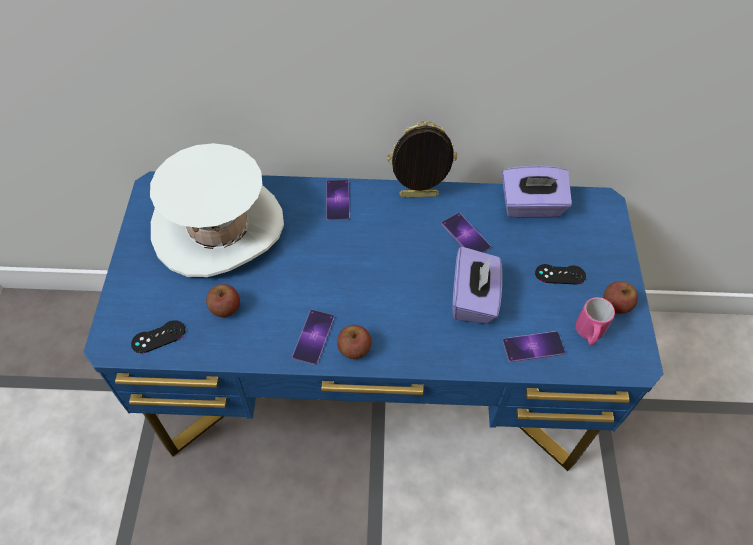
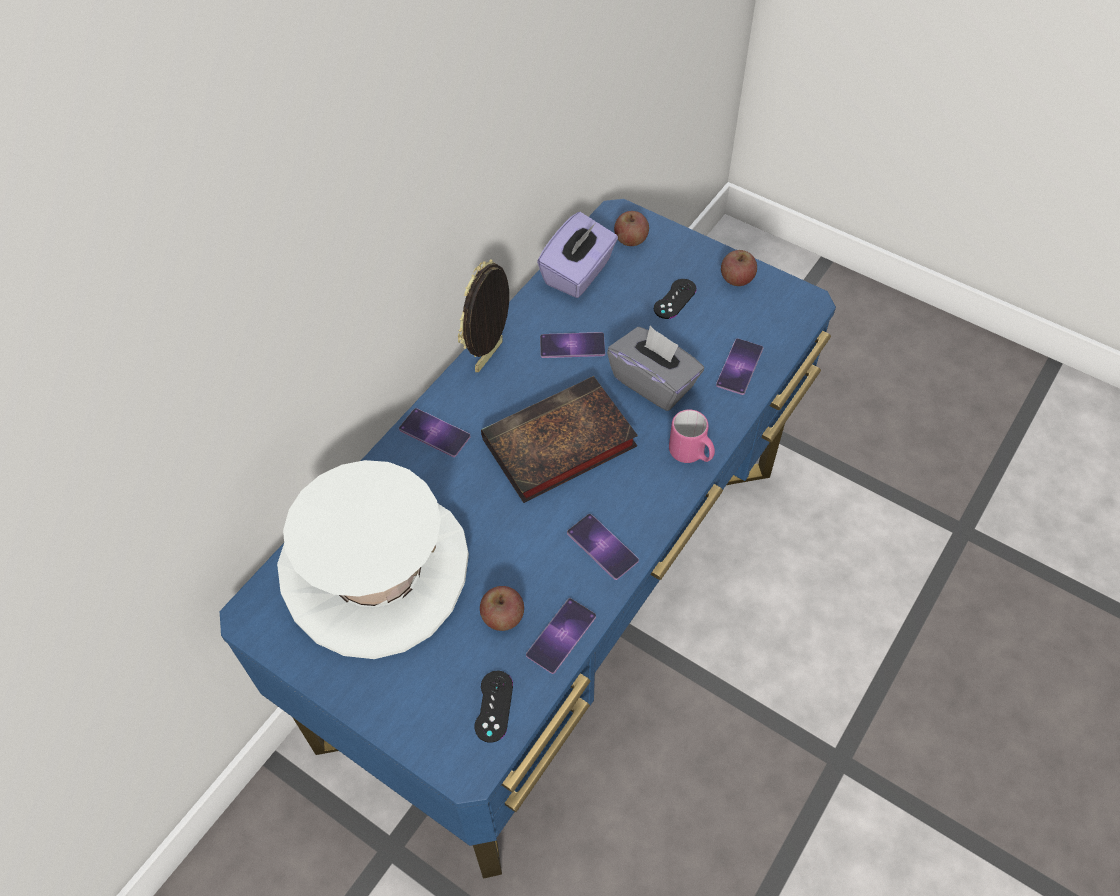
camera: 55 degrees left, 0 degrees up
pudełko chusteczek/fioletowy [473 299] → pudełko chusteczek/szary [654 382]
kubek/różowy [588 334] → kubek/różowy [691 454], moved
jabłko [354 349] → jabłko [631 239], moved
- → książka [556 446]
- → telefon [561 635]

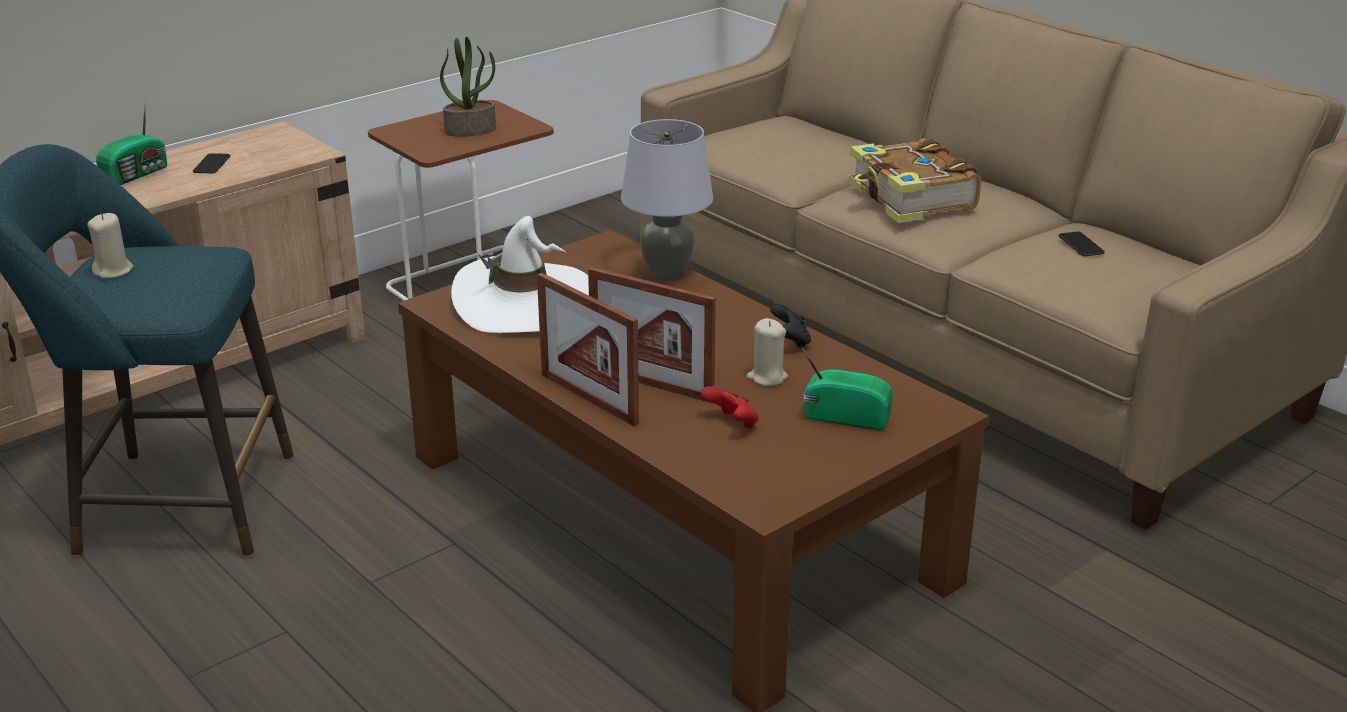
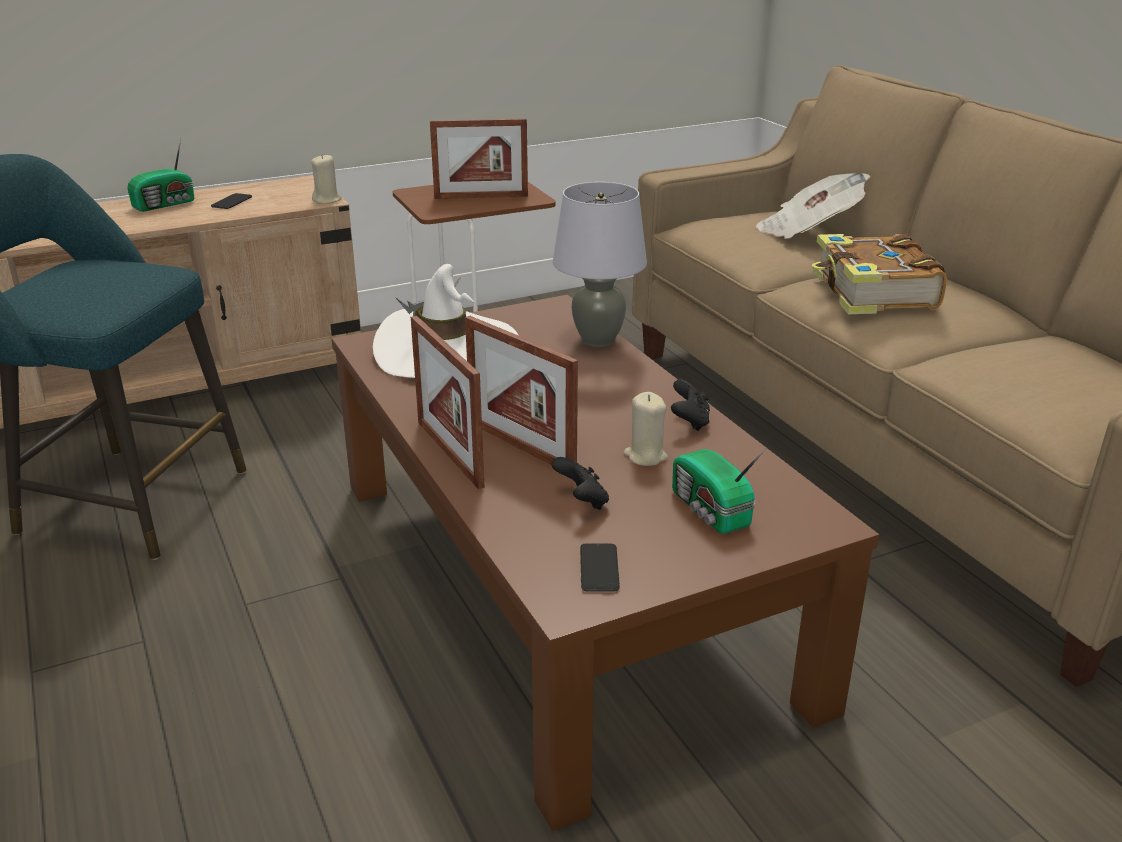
camera: 15 degrees right, 0 degrees up
roślina doniczkowa [471 130] → ramka na zdjęcie [481 197]
świeca/beżowy [113 271] → świeca/beżowy [327 200], moved
telefon [1081 245] → telefon [599 568], moved
radio [844 416] → radio [710 511], 150 degrees counterclockwise
pad do gier/czerwony [732 424] → pad do gier/czarny [582 501]
- → gazeta [808 231]

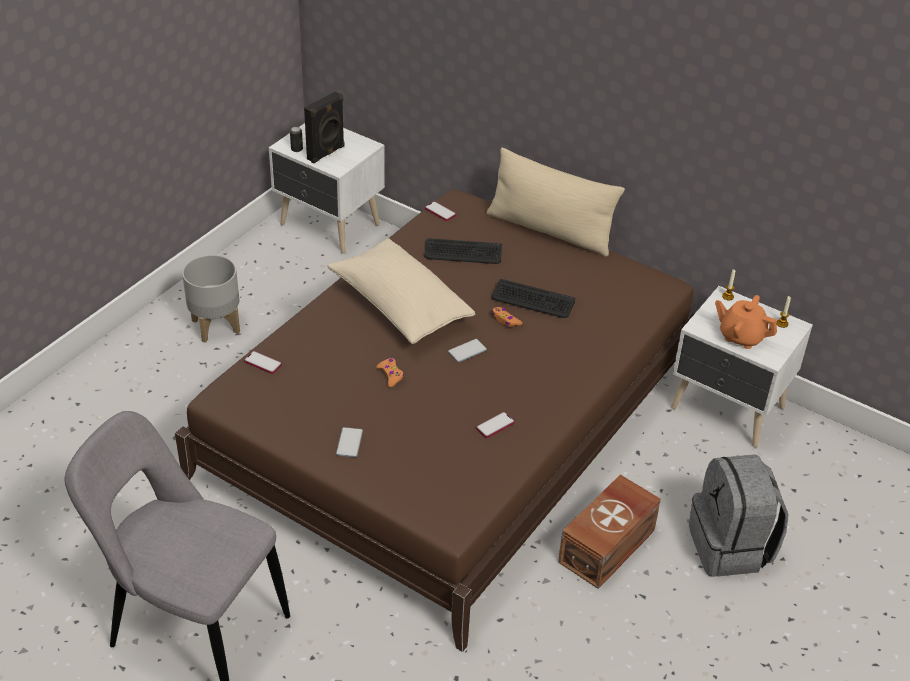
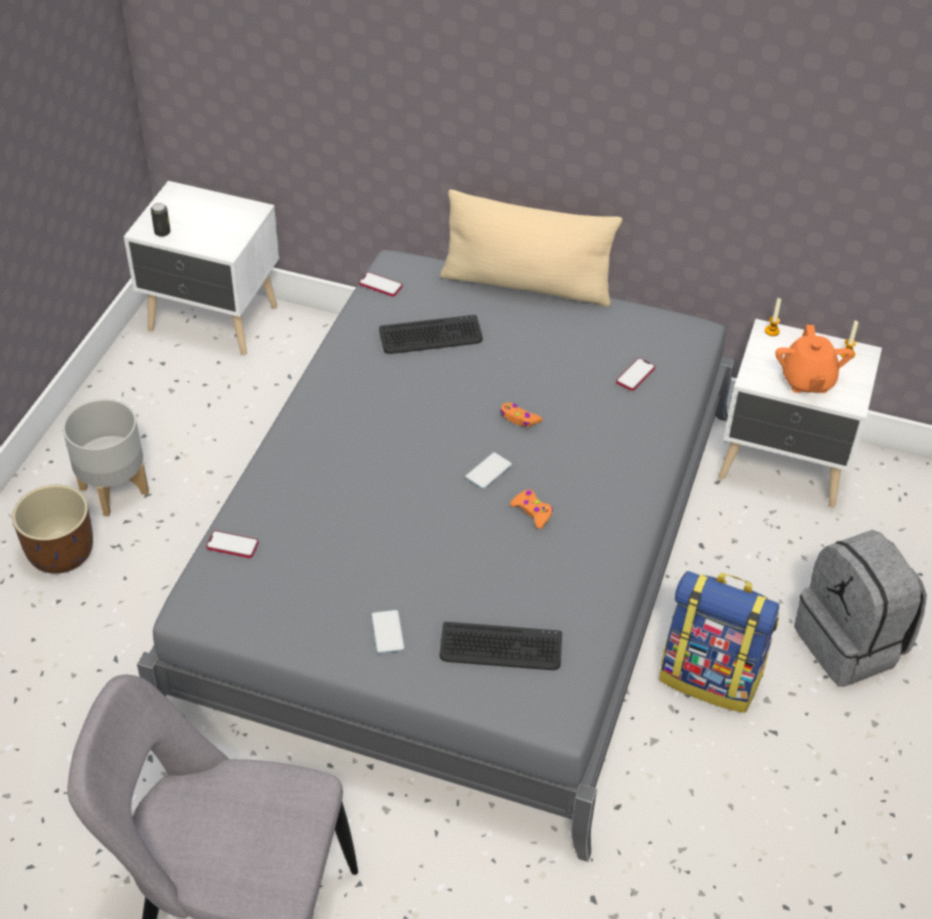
camera: 15 degrees left, 5 degrees up
głośnik/czarny [326 153] → -
łóżko/brązowy [451 421] → łóżko/szary [463 555]
poduszka/beżowy [399 306] → -
klawiatura [532 300] → klawiatura [500 648], moved
imbryk/pomarańczowy [741 336] → imbryk/pomarańczowy [807 381], 105 degrees counterclockwise
pad do gier/pomarańczowy [391 375] → pad do gier/pomarańczowy [532 512], moved
telefon [495 425] → telefon [635 375], moved
pojemnik do przechowywania/brązowy [608 546] → plecak [711 676]
- → donica/brązowy [62 552]

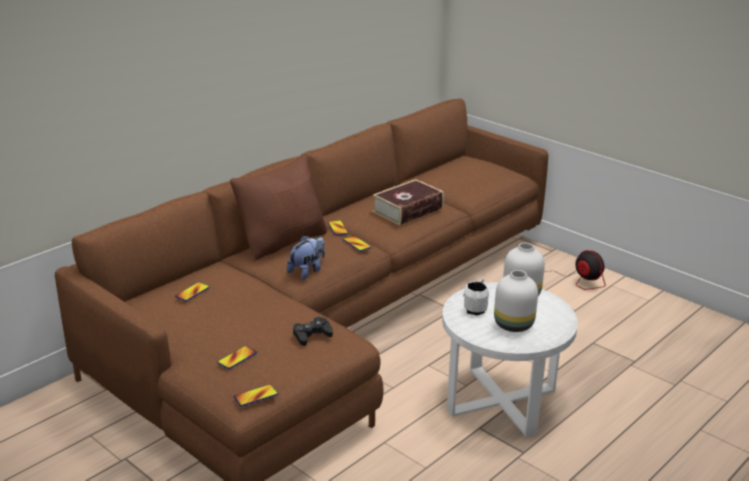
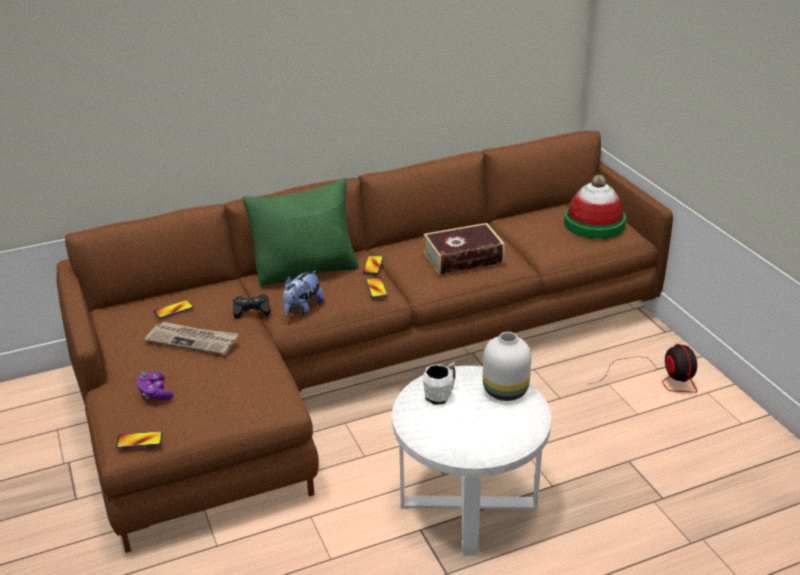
camera: 25 degrees right, 5 degrees up
poduszka/brązowy [283 242] → poduszka/zielony [306 270]
pluszak [307 271] → pluszak [303 309], 150 degrees clockwise
wazon/biały [514 325] → -
pad do gier/czarny [312 335] → pad do gier/czarny [251 310], moved
telefon [237 358] → pad do gier/fioletowy [155 393]
- → kapelusz [594 224]
- → gazeta [193 340]

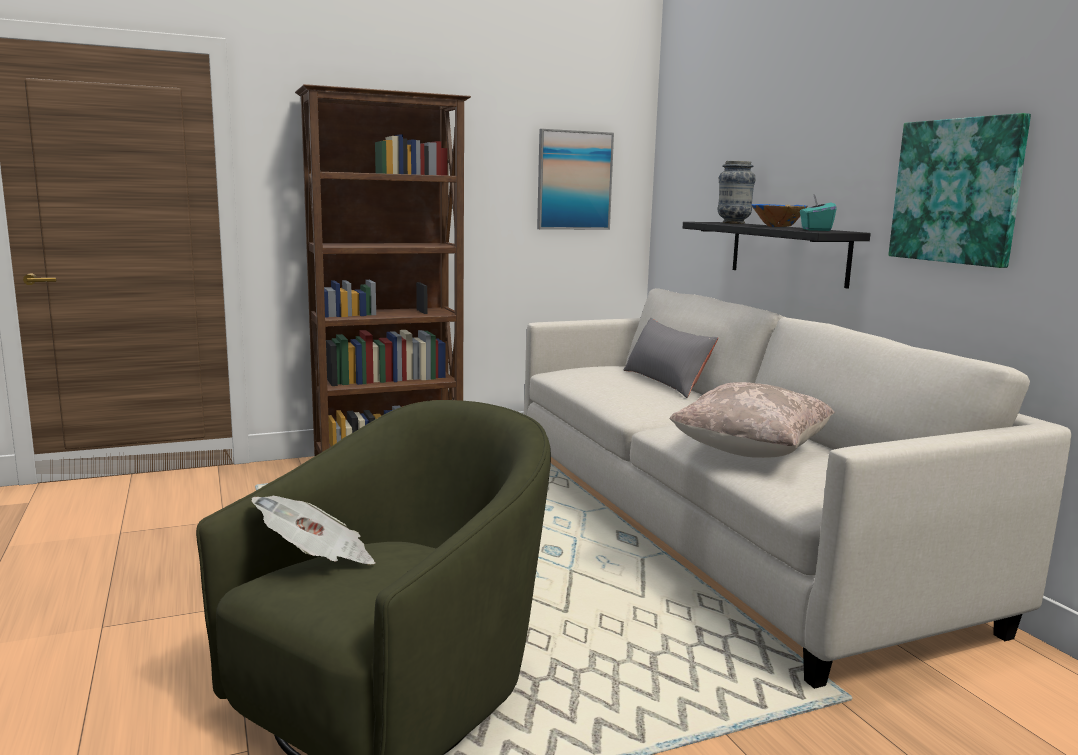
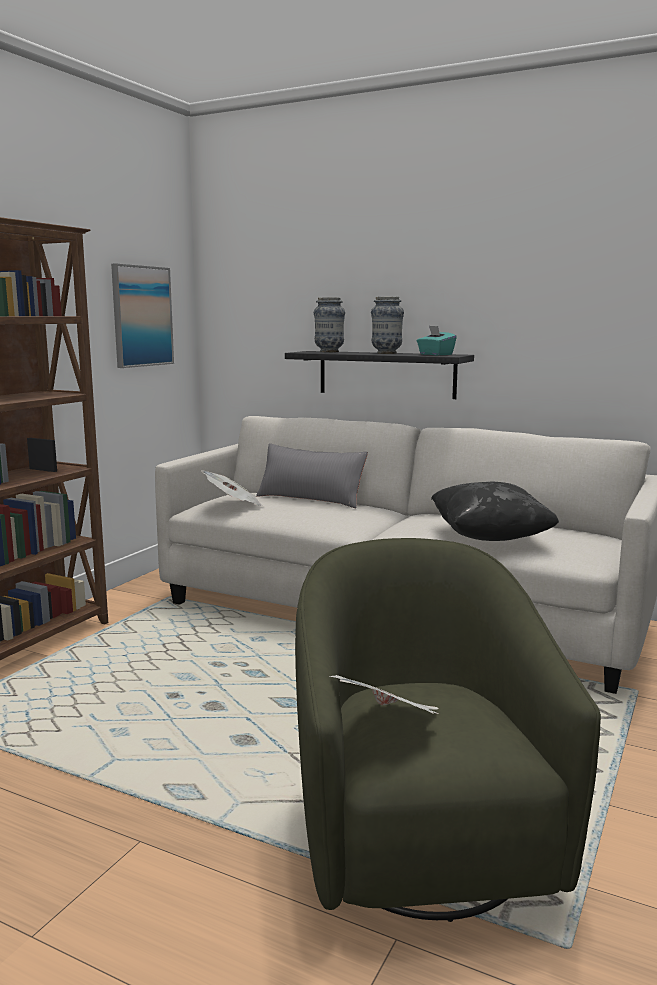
camera: 40 degrees left, 0 degrees up
obraz [957 191] → -
miska/niebieski [777 226] → wazon [386 353]
poduszka/beżowy [750 451] → poduszka/czarny [490 537]
- → gazeta [233 504]

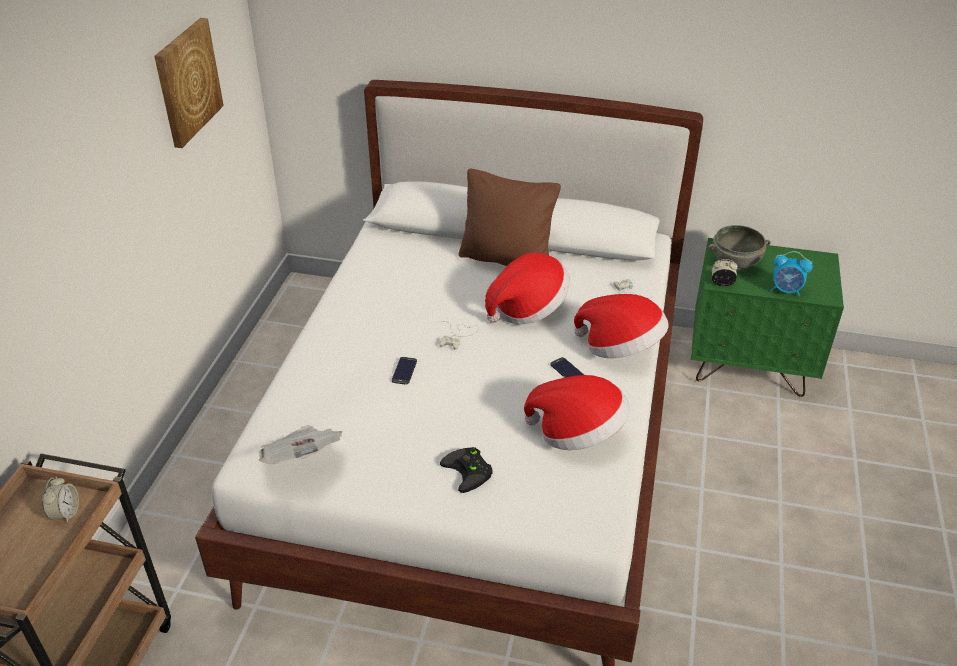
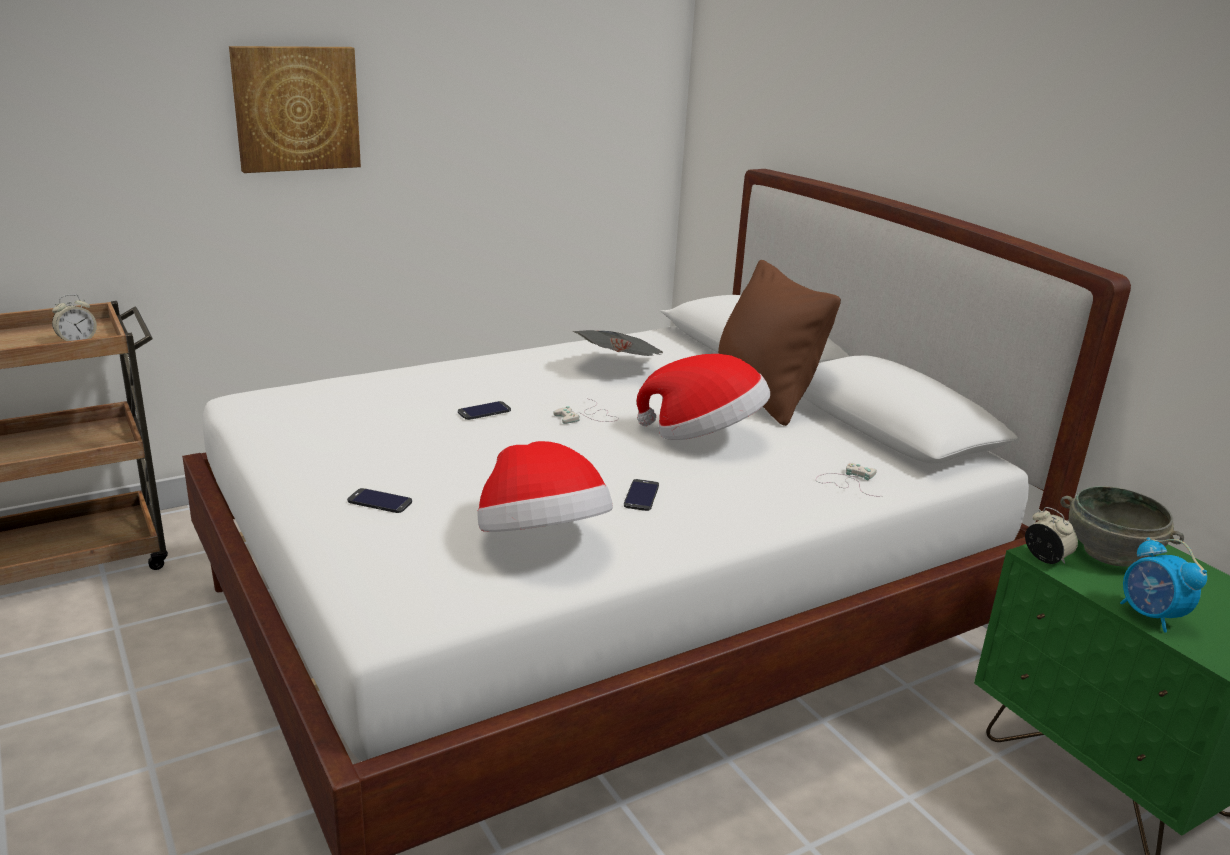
camera: 45 degrees right, 15 degrees down
obraz [187 82] → obraz [296 108], moved
kapelusz [620 348] → -
gazeta [302 459] → gazeta [619 367], moved
pad do gier/czarny [470 472] → telefon [379 501]

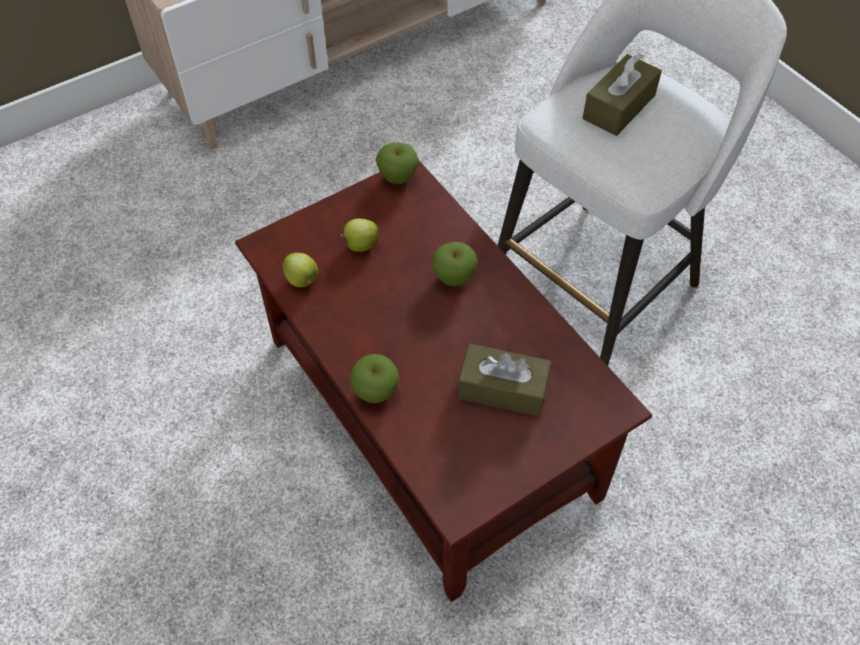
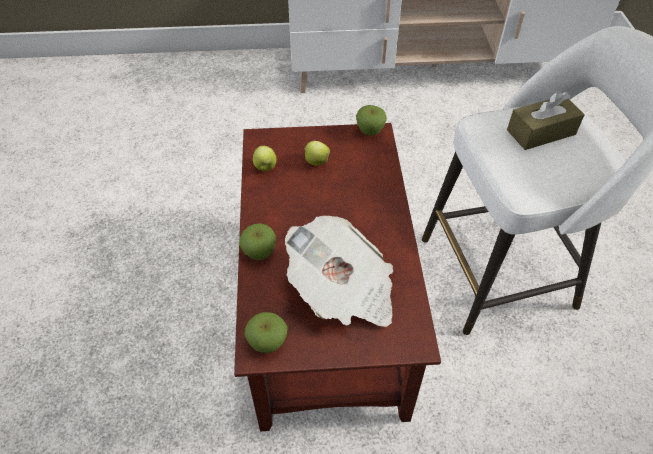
camera: 30 degrees right, 5 degrees down
jabłko [453 278] → jabłko [268 343], moved
pudełko chusteczek/brązowy [502 389] → gazeta [343 291]

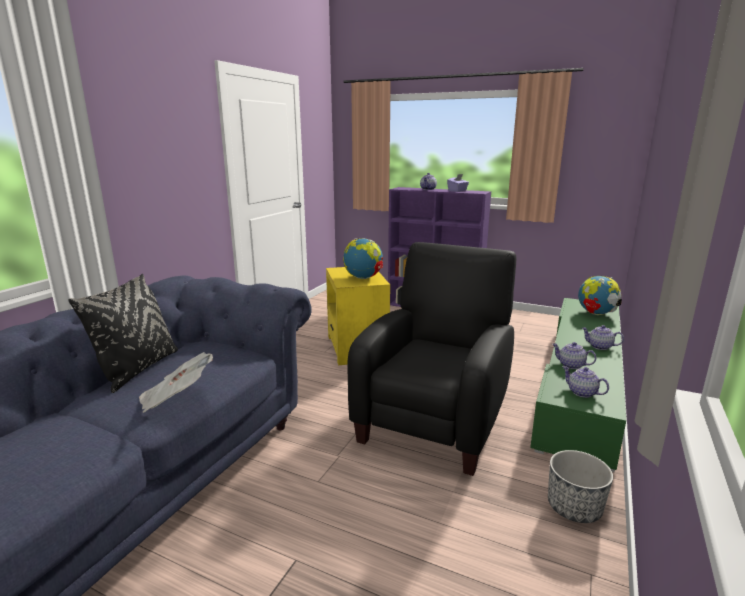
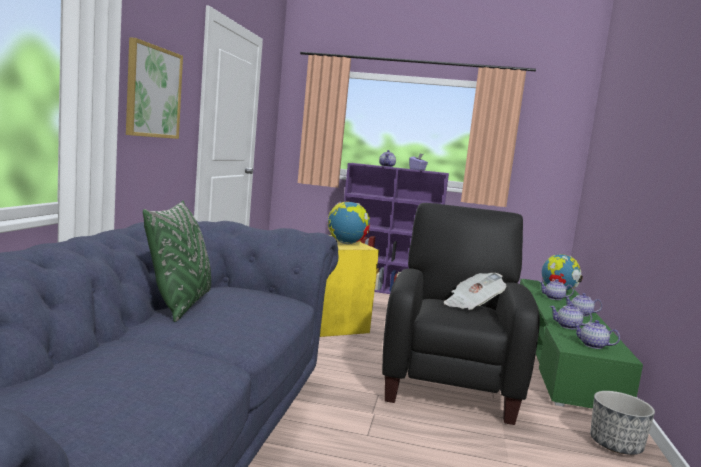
camera: 15 degrees left, 10 degrees down
poduszka/czarny [138 369] → poduszka/zielony [180 304]
gazeta [176 399] → gazeta [472 305], moved
- → obraz [153 92]
- → imbryk [554 298]

